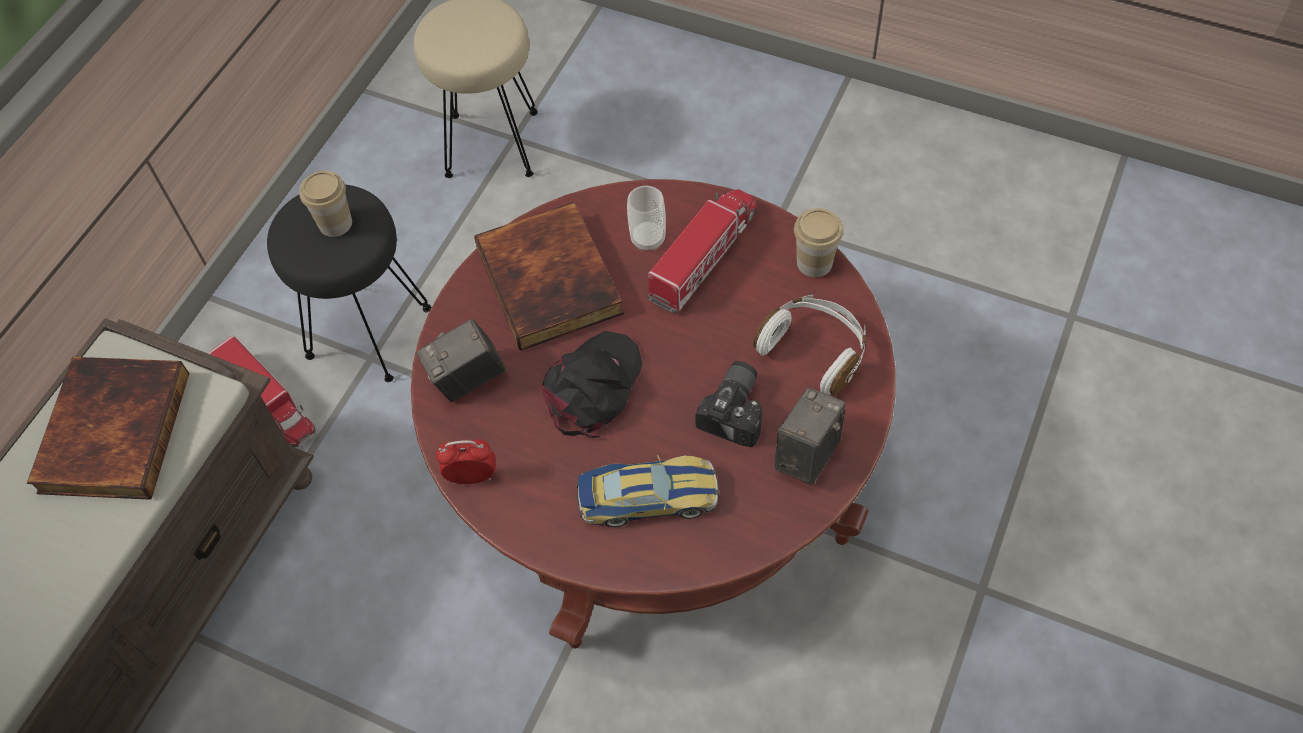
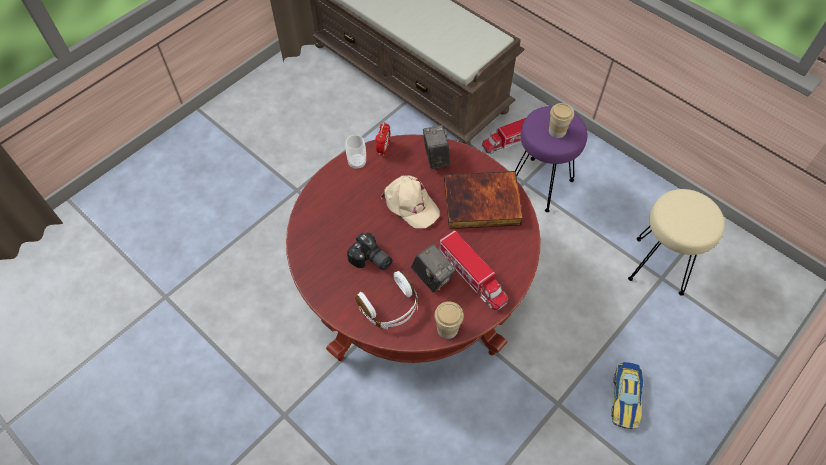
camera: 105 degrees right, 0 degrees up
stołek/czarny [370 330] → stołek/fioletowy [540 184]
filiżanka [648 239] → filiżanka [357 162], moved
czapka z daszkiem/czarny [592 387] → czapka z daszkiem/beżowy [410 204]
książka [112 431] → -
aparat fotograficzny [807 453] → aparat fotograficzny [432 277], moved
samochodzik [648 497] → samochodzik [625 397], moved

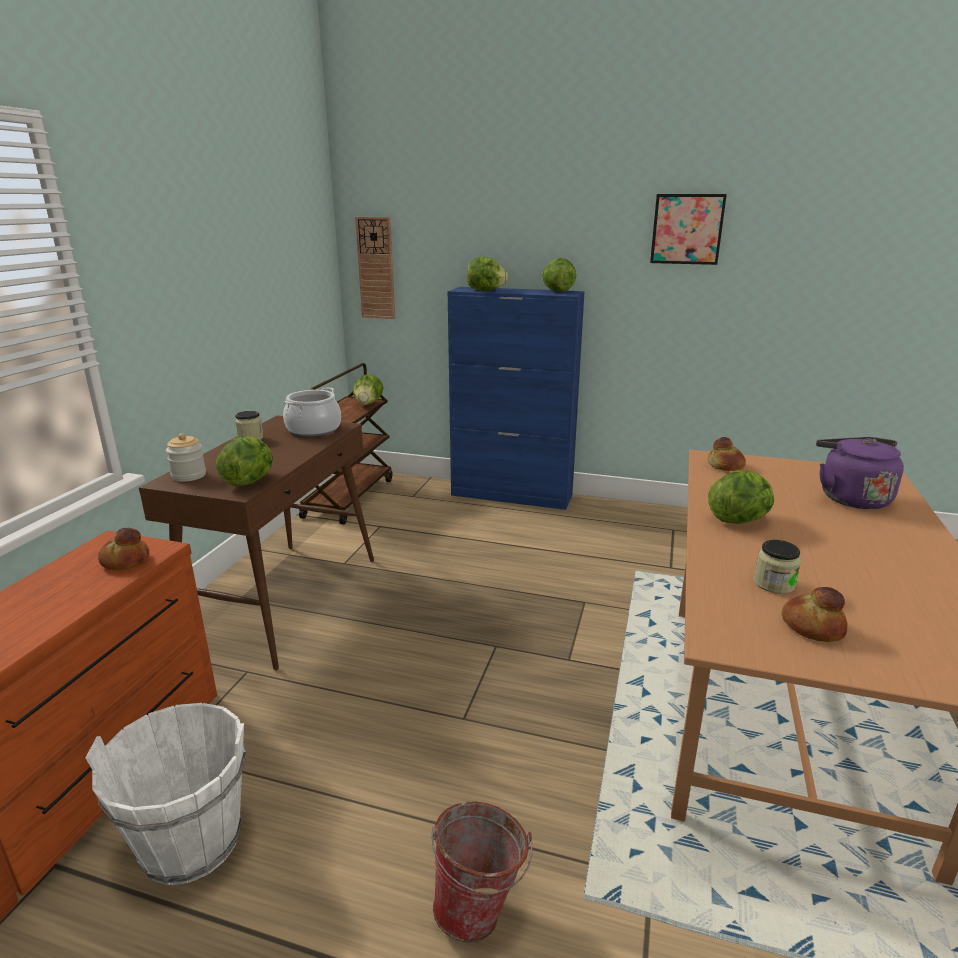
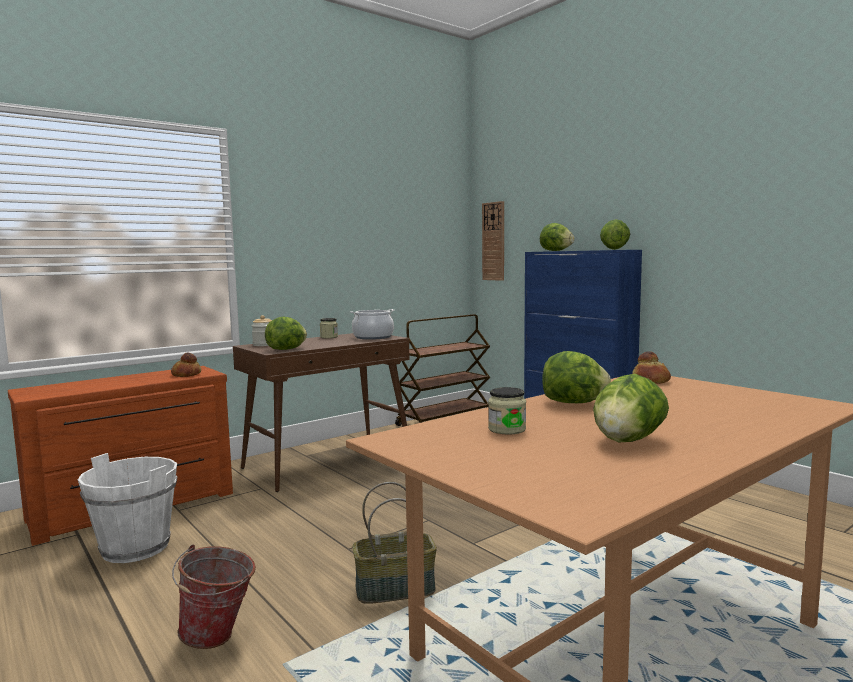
camera: 35 degrees right, 15 degrees down
obraz [687 229] → -
sałata [368 404] → sałata [627 440], moved
czajnik/fioletowy [850 497] → -
chleb [811 626] → -
- → koszyk [395 588]

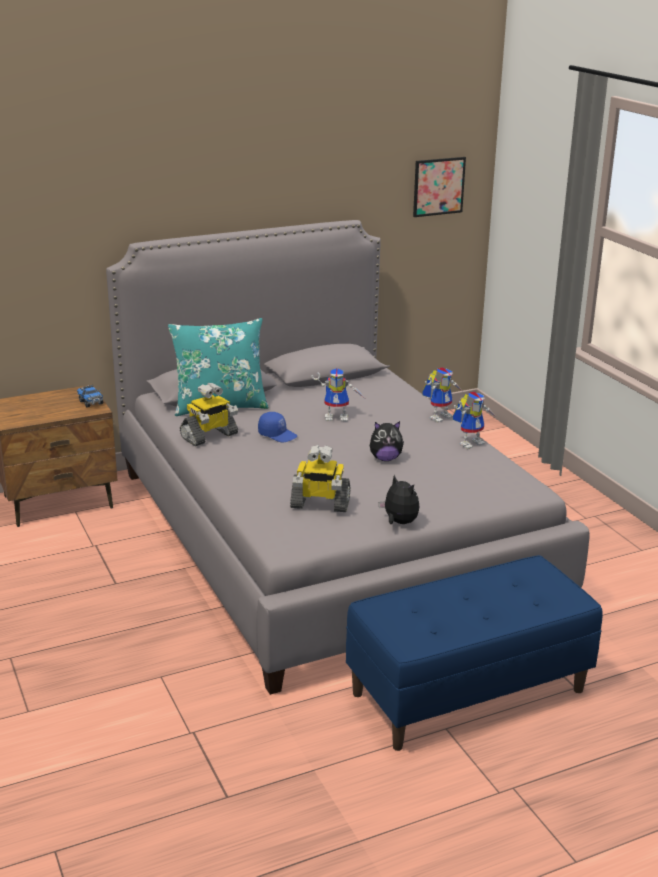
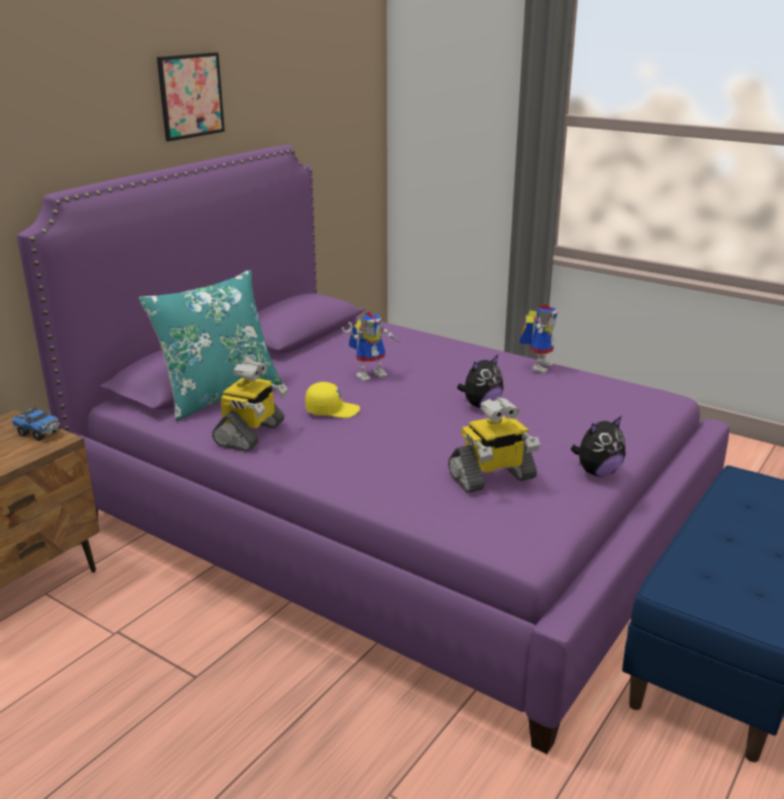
camera: 30 degrees left, 0 degrees up
obraz [438 186] → obraz [191 96], moved
łóżko/szary [326 535] → łóżko/fioletowy [390 519]
robot zabawkowy [440 416] → -
czapka z daszkiem/niebieski [277 435] → czapka z daszkiem/żółty [332 410]
pluszak [399 522] → pluszak [597 472], 135 degrees clockwise

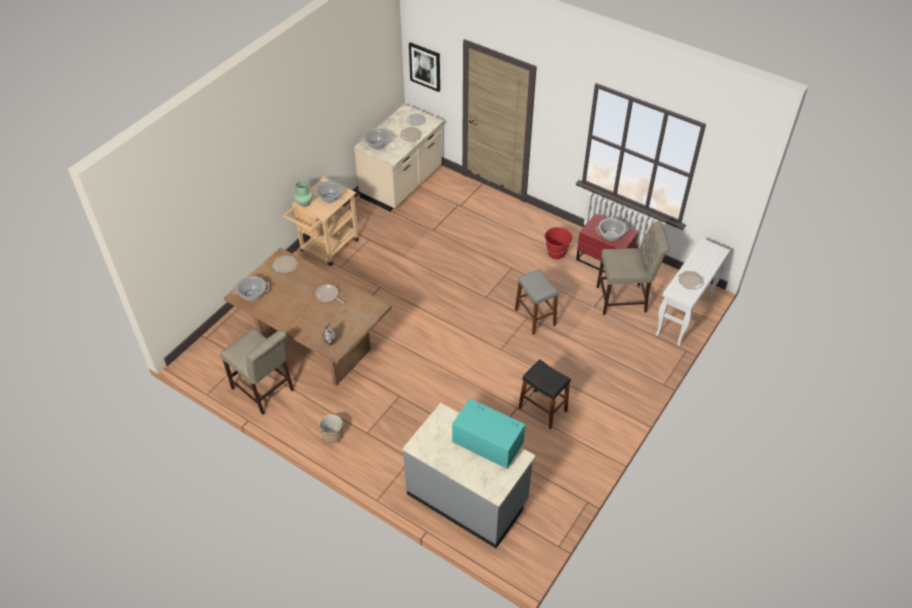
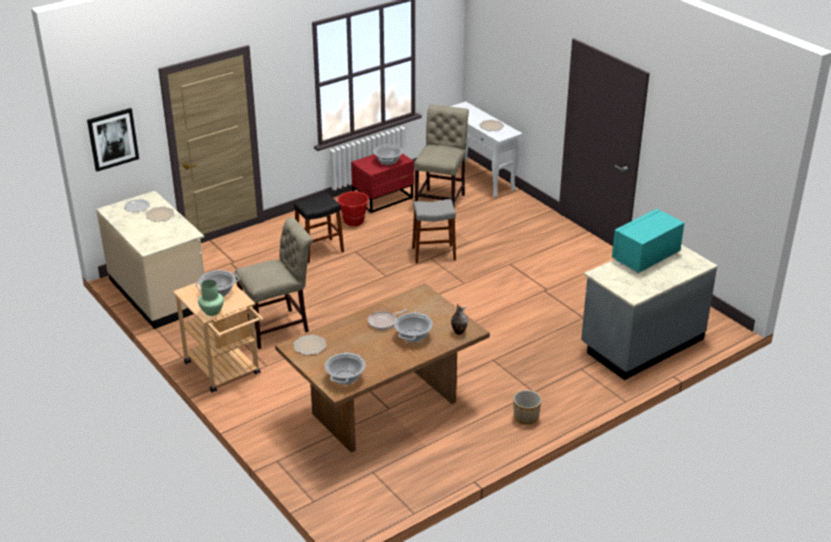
camera: 70 degrees left, 15 degrees down
garnek [377 145] → garnek [413 336], moved
krzesło/beżowy [265 391] → krzesło/beżowy [279 328], moved
stołek/czarny [542 409] → stołek/czarny [319 250], moved

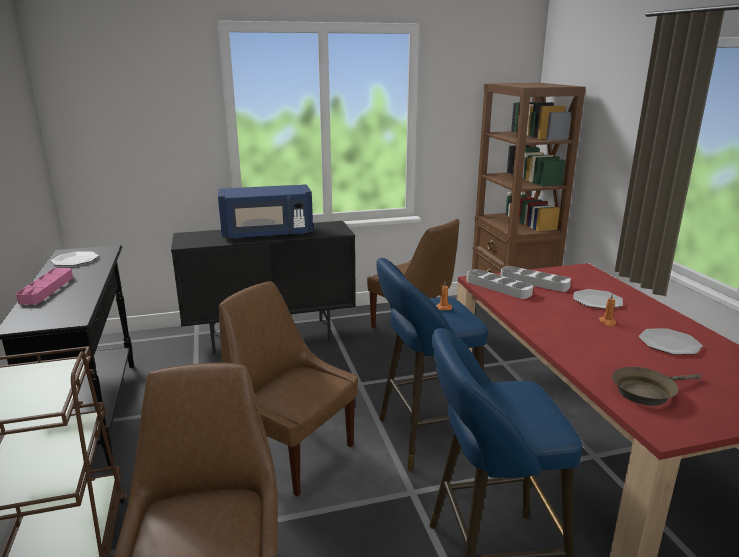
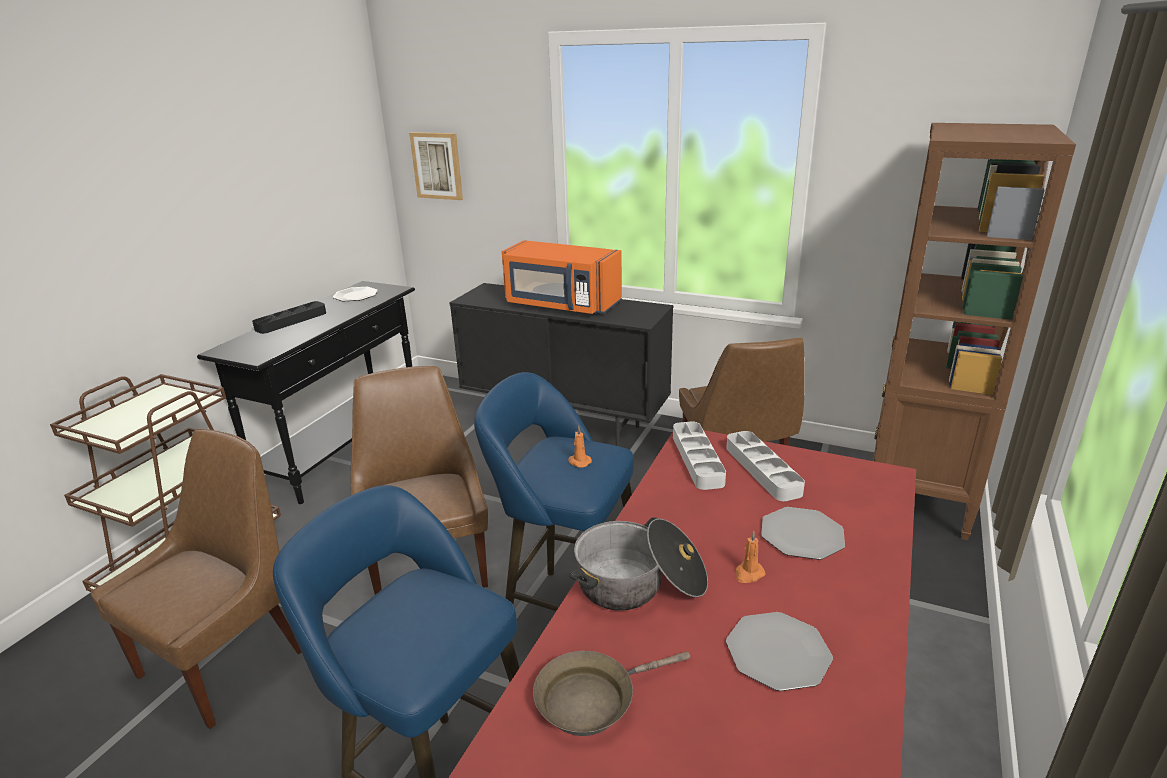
camera: 40 degrees right, 5 degrees up
mikrofalówka/niebieski [267 234] → mikrofalówka/pomarańczowy [561 305]
taca/różowy [47 289] → taca/czarny [291 321]
patelnia/brązowy [646 391] → patelnia/brązowy [592 699], 45 degrees counterclockwise
- → obraz [437 166]
- → garnek [640 584]

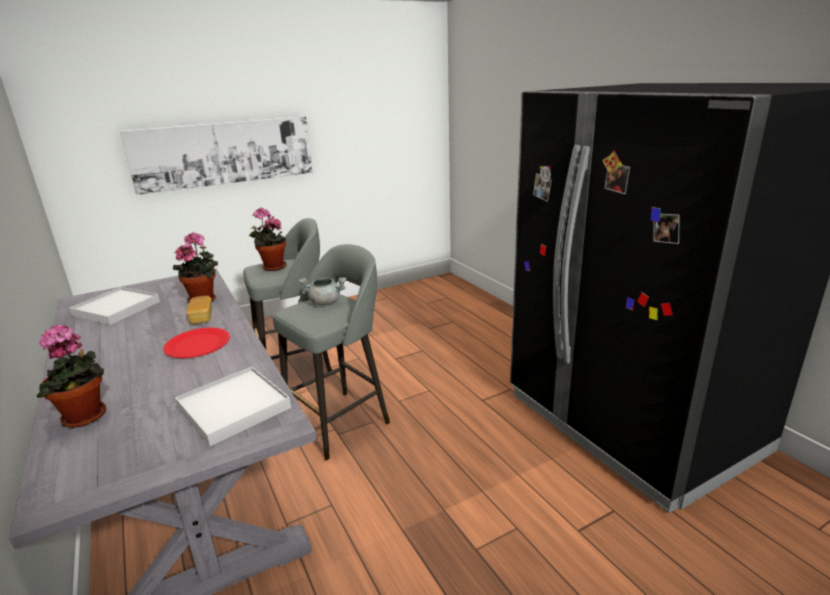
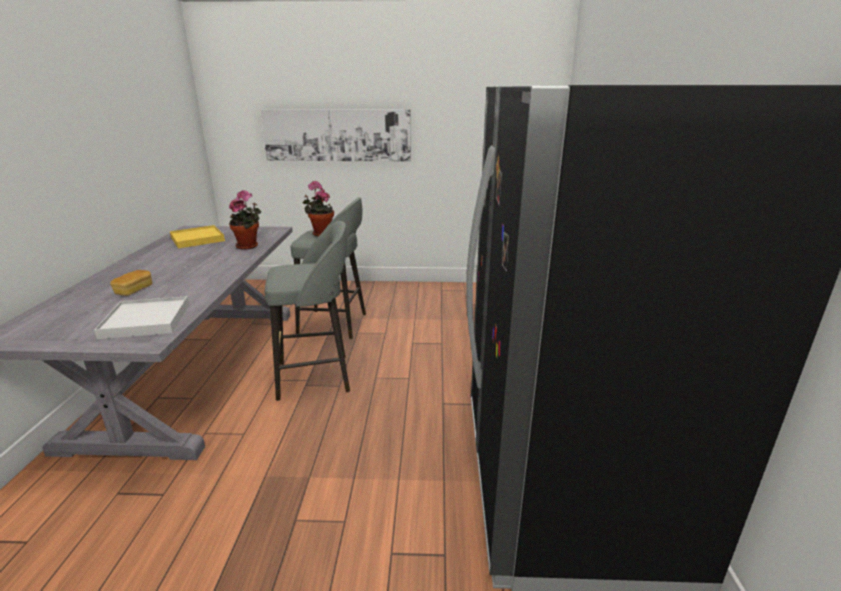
camera: 30 degrees right, 0 degrees up
garnek/szary [325 302] → -
taca/biały [117 308] → taca/żółty [197 239]
chleb [201 317] → chleb [134 290], moved
roślina doniczkowa [86 418] → -
talerz/czerwony [197 345] → -

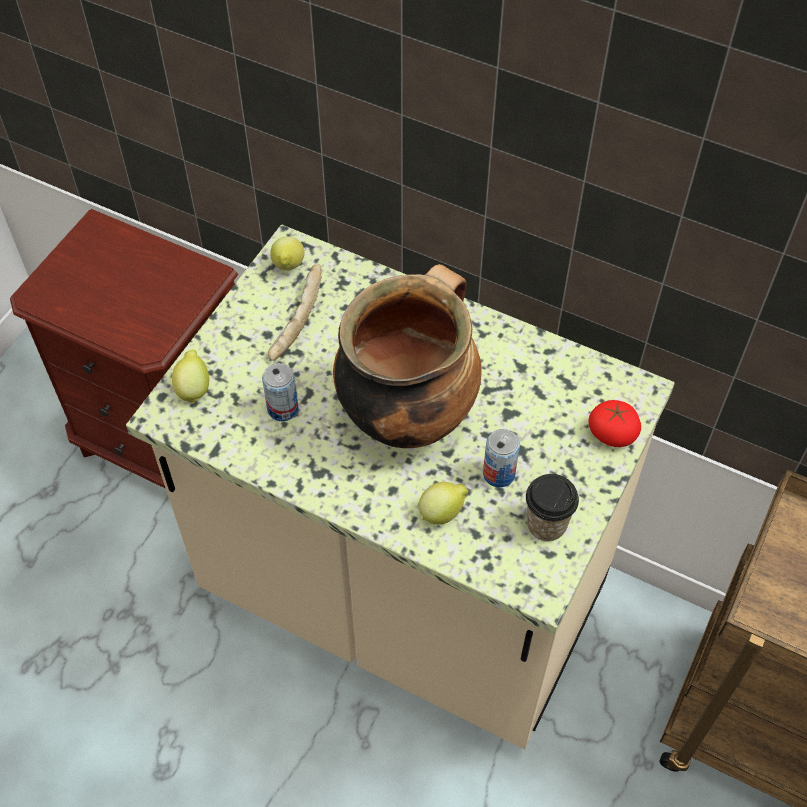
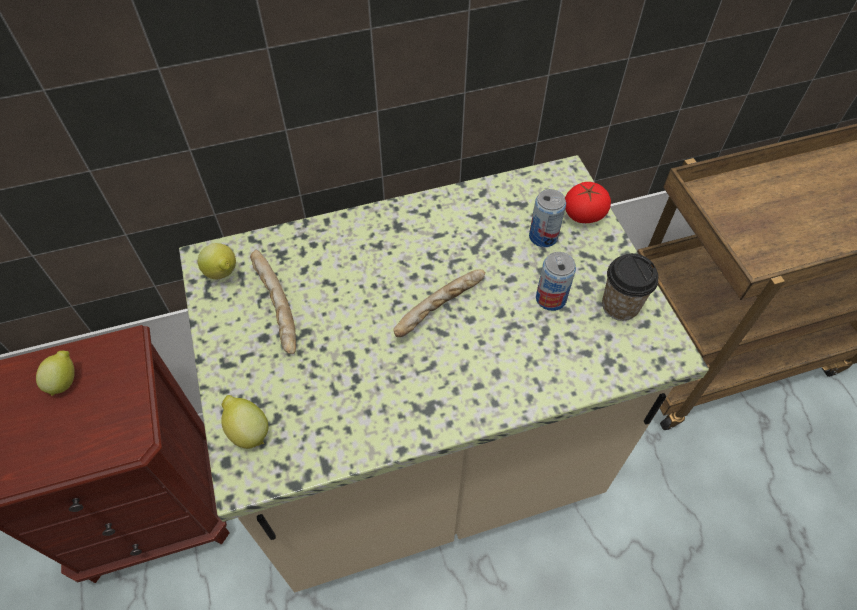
camera: 45 degrees left, 0 degrees up
garnek [407 413] → chleb [441 309]
puszka [283 409] → puszka [543 236], moved
cytryna [442 512] → cytryna [65 381], moved

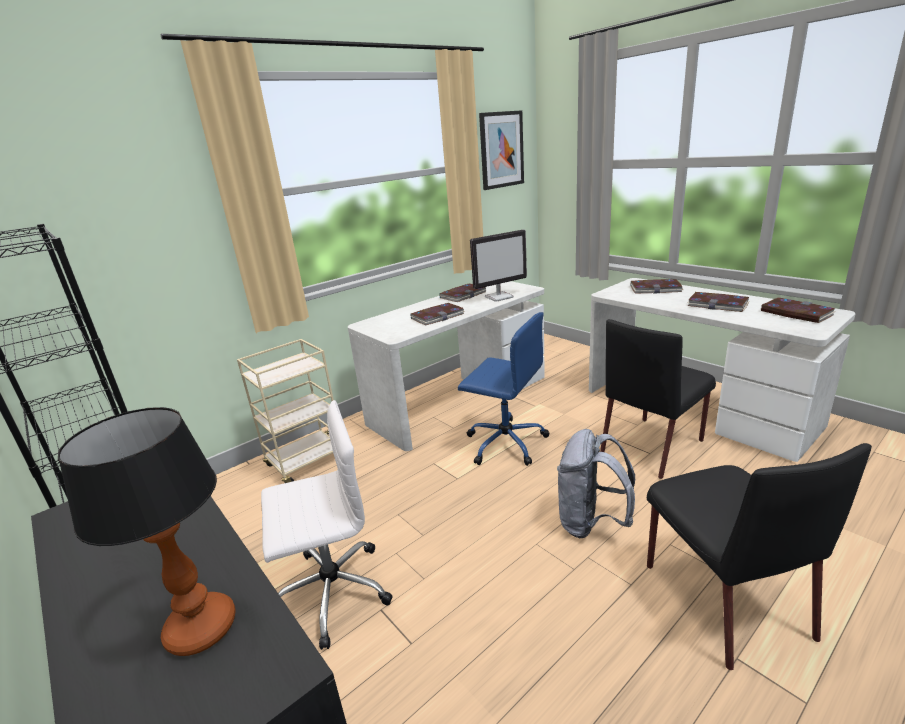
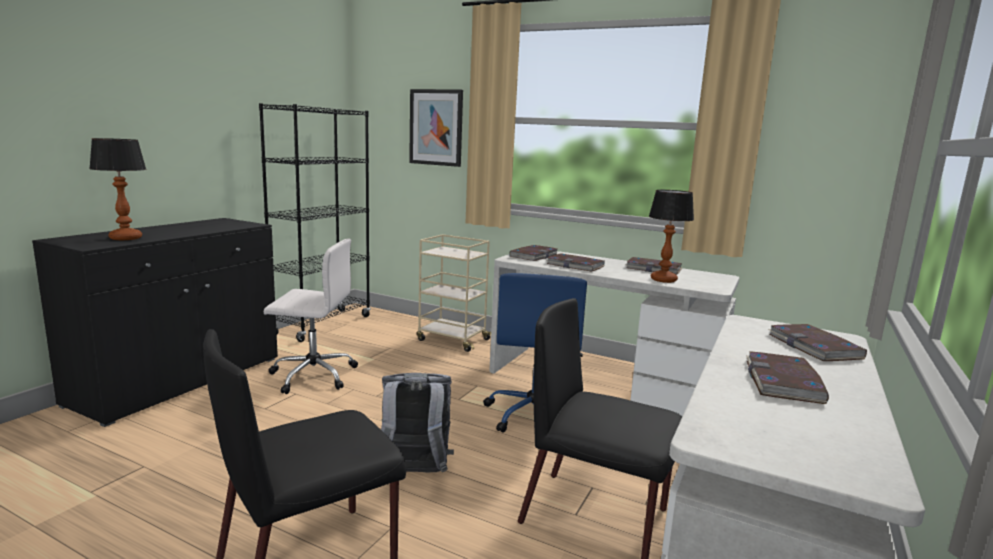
camera: 65 degrees right, 10 degrees down
obraz [501 150] → obraz [436 127], moved
monitor [499 297] → lampa stołowa [664 280]
książka [795 313] → książka [533 255], moved
krzesło biurowe/biały [331 591] → krzesło biurowe/biały [312 375], 45 degrees counterclockwise

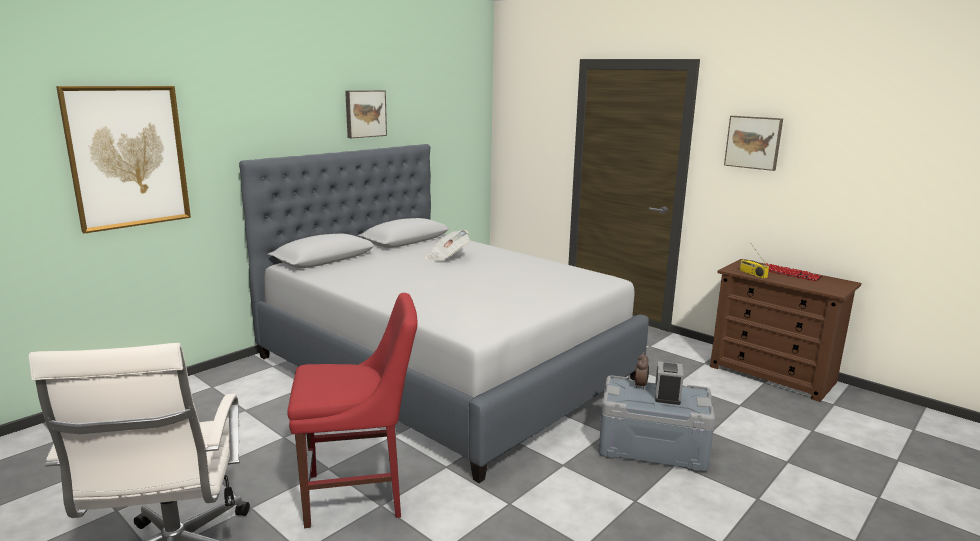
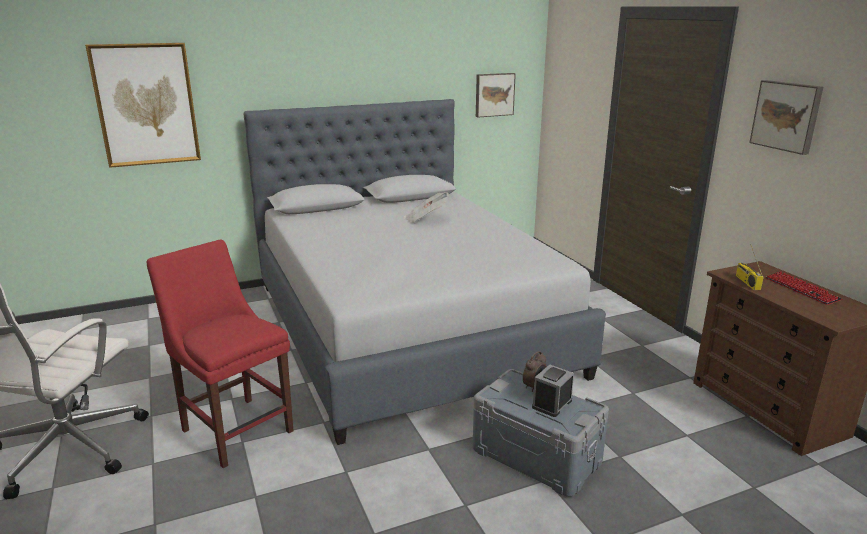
camera: 25 degrees right, 5 degrees up
obraz [365 113] → obraz [494 94], moved
krzesło/czerwony [360 495] → krzesło/czerwony [235 428], 150 degrees counterclockwise

